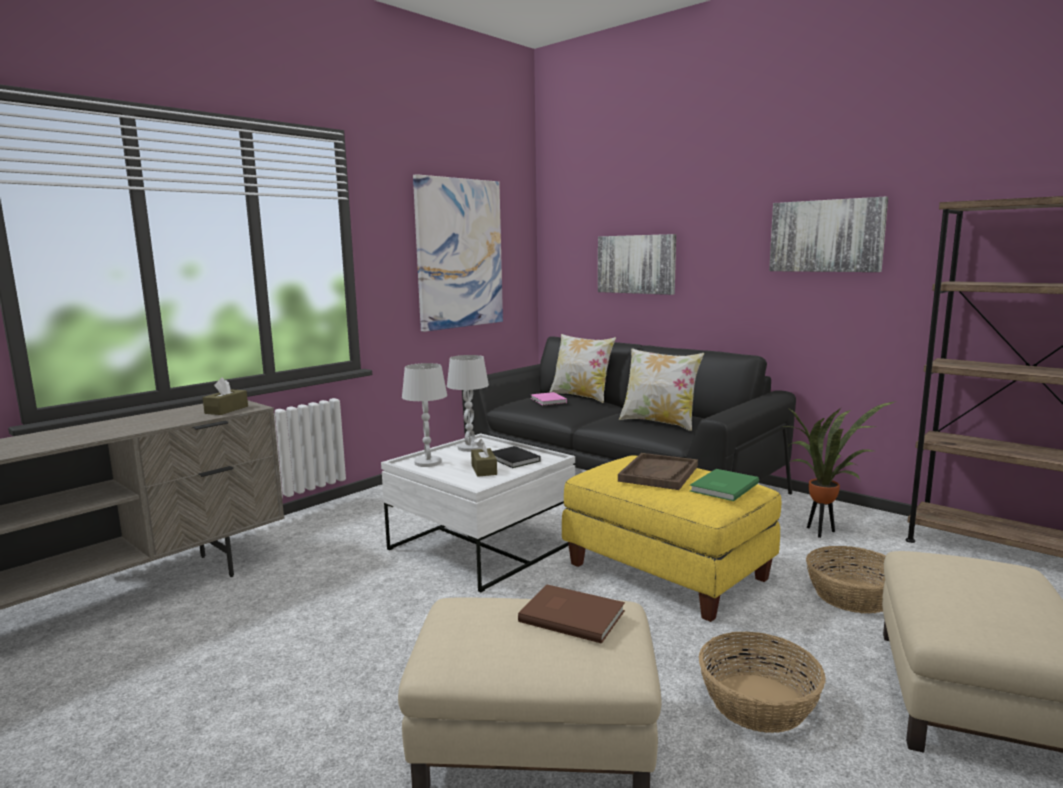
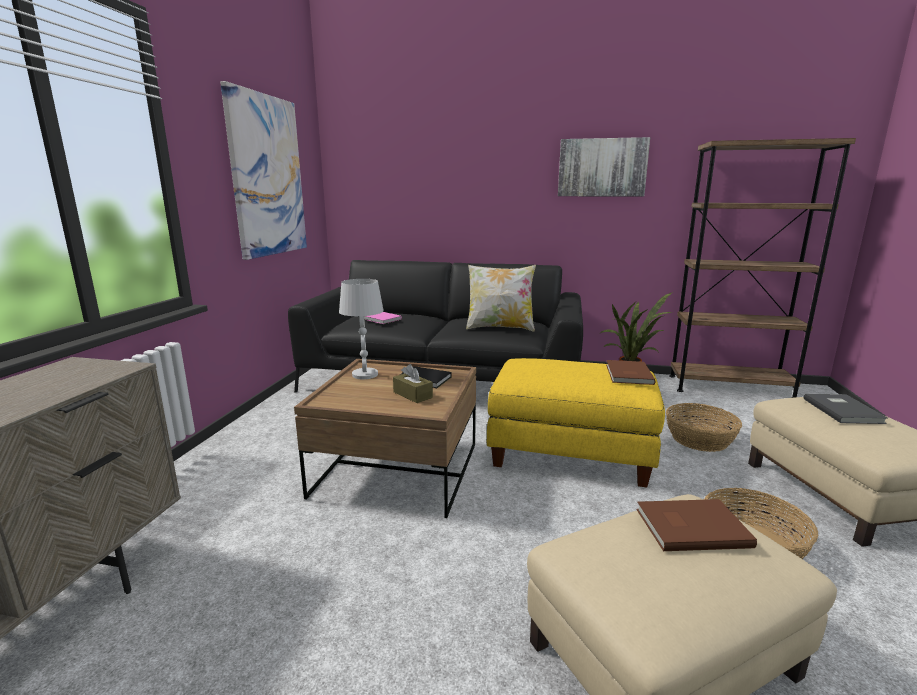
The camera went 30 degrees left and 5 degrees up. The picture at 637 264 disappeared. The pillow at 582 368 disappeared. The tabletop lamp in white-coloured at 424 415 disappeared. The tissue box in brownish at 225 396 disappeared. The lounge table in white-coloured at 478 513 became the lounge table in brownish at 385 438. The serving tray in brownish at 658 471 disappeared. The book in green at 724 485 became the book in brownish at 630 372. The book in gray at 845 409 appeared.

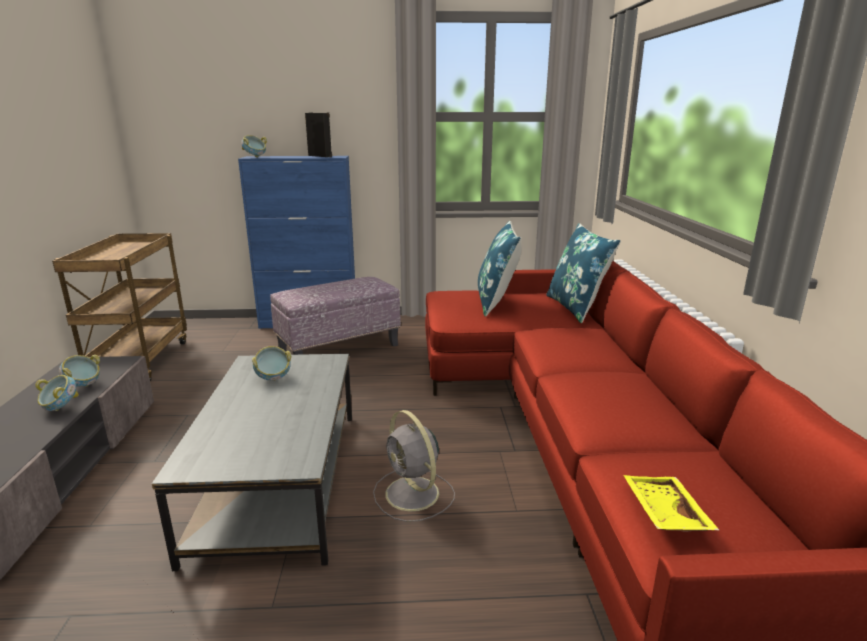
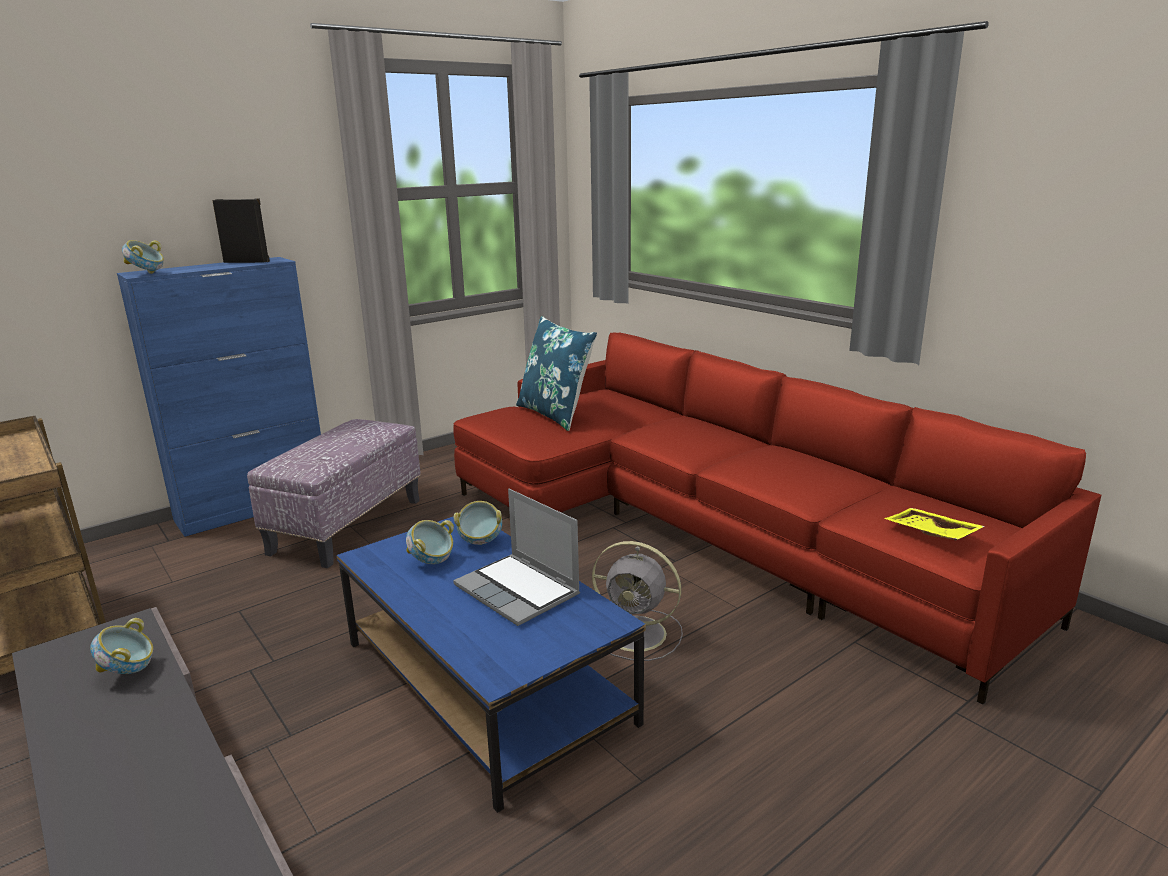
The camera went 35 degrees left and 0 degrees up. The pillow in blue-coloured at 583 273 disappeared. The lounge table in gray at 252 462 became the lounge table in blue-coloured at 491 664. The deep dish moved from 57 393 to 478 523. The laptop at 516 557 appeared.

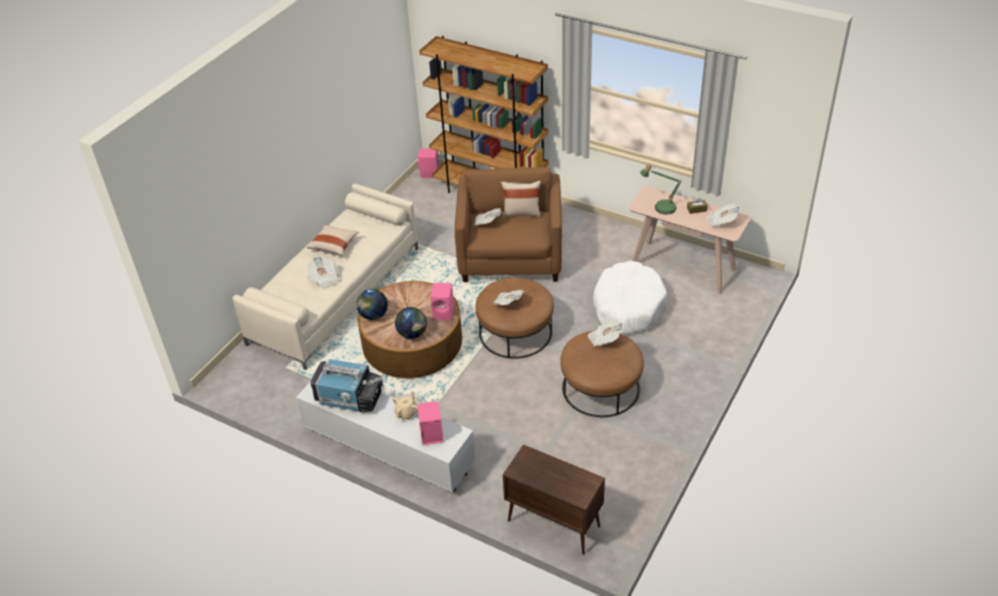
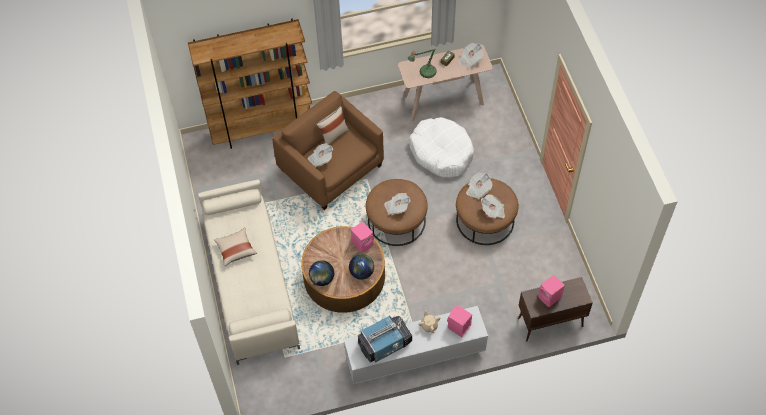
The camera went 45 degrees left and 15 degrees up. The speaker in pink moved from 428 163 to 551 291. The newspaper moved from 323 273 to 493 206.

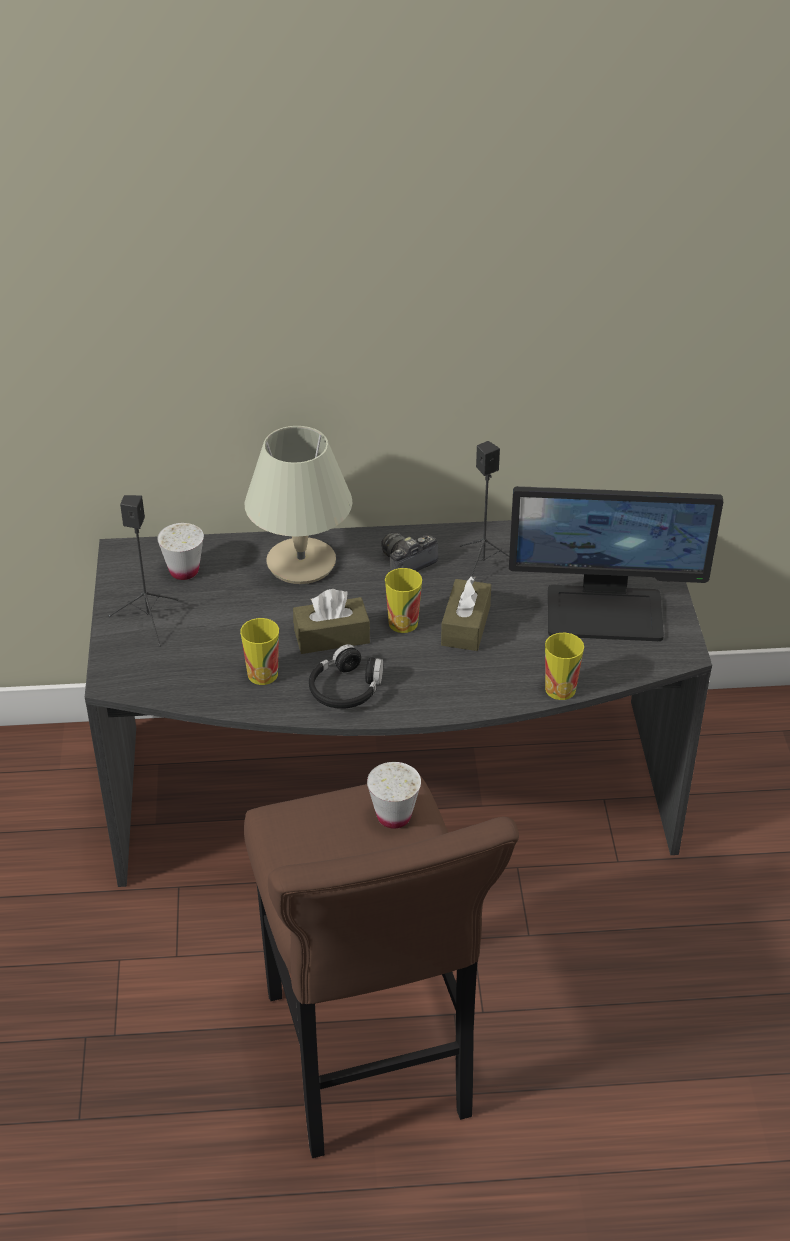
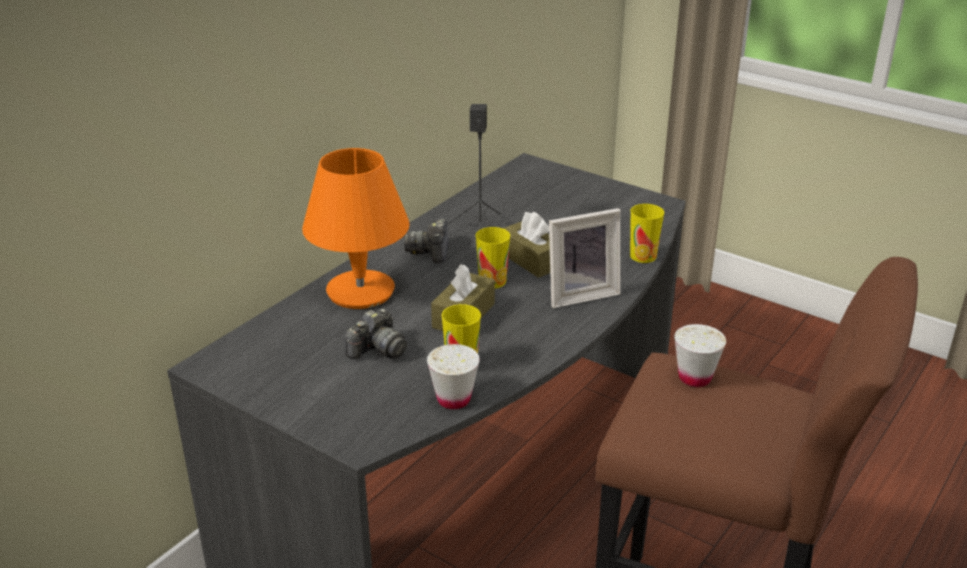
The camera went 50 degrees left and 10 degrees down. The tabletop lamp in sand-coloured at 299 505 became the tabletop lamp in orangey at 356 228. The monitor at 616 563 disappeared. The speaker in black at 143 571 disappeared. The small cup in white-coloured moved from 180 551 to 453 376. The pair of headphones in black at 346 676 disappeared. The standing frame at 585 258 appeared. The photo camera at 375 334 appeared.

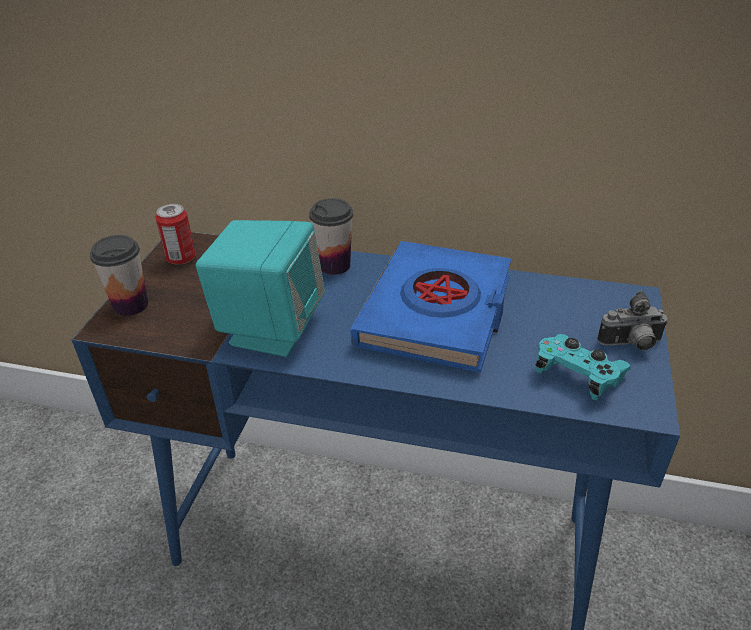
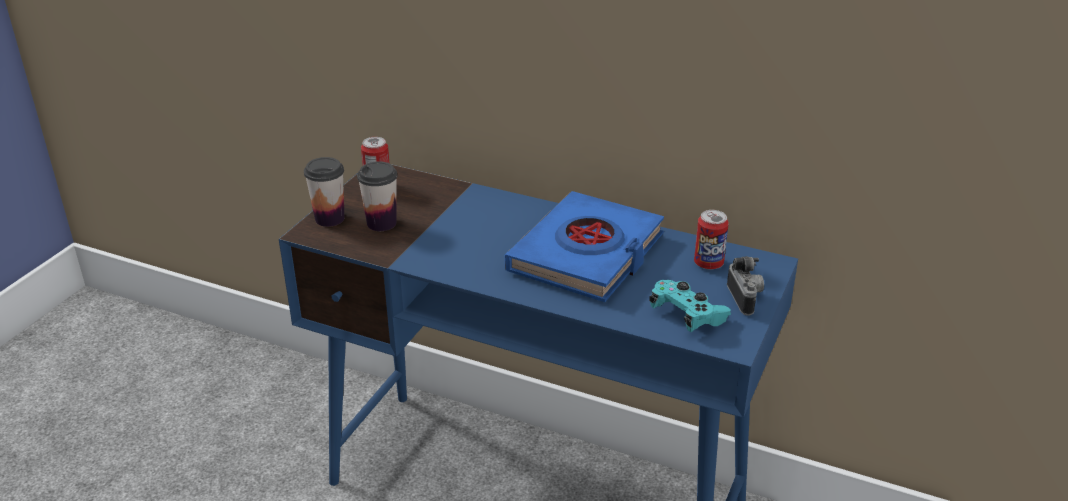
The camera went 10 degrees right and 5 degrees down. The small cup moved from 331 236 to 377 196. The speaker in turquoise-coloured at 260 288 disappeared. The photo camera at 632 320 turned 105 degrees counterclockwise. The metal can at 711 240 appeared.

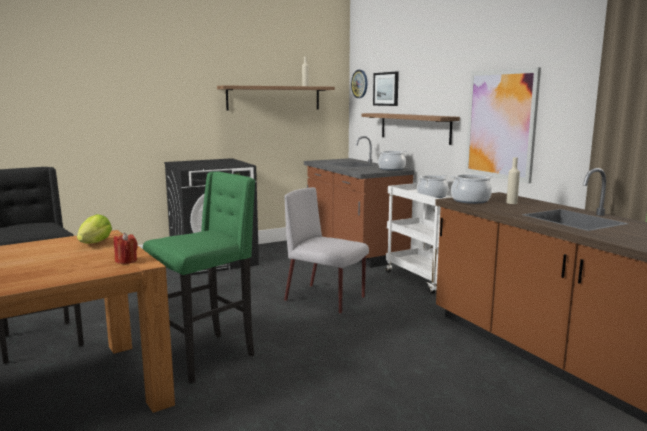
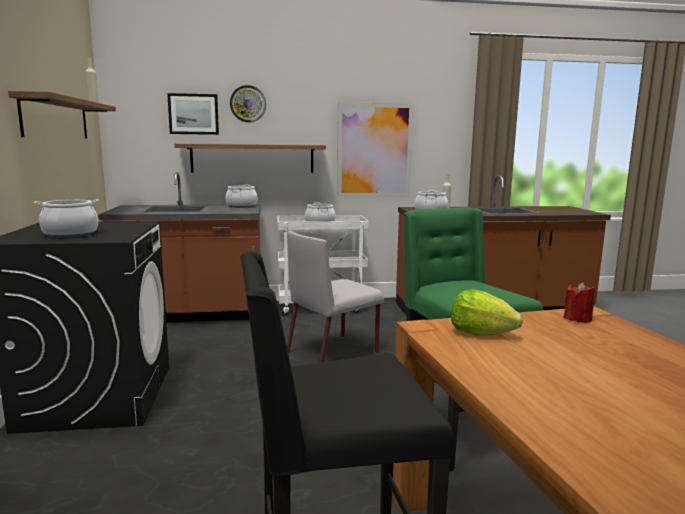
The camera went 70 degrees left and 0 degrees up. The hanging clock moved from 359 84 to 248 104. The stockpot at 66 218 appeared.

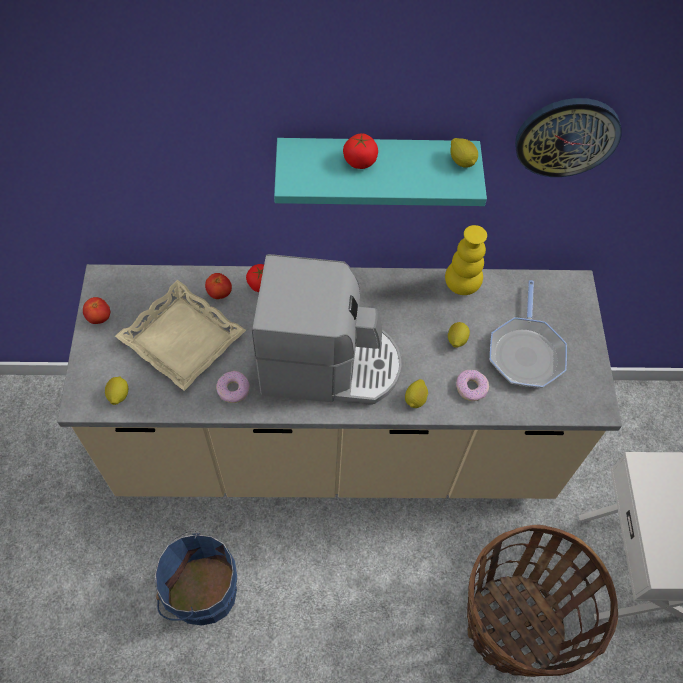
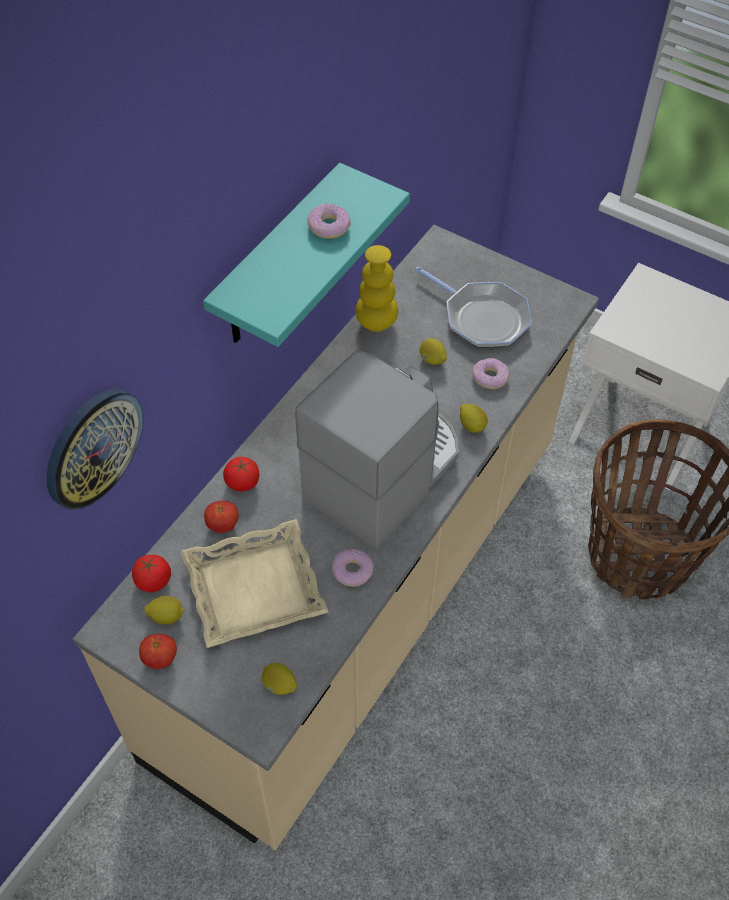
The camera went 55 degrees left and 5 degrees down. The hanging clock moved from 568 137 to 95 449. The whole tomato moved from 360 151 to 151 573. The citrus fruit moved from 464 153 to 164 610. The water bucket in blue-coloured at 196 578 disappeared. The doughnut at 329 221 appeared.

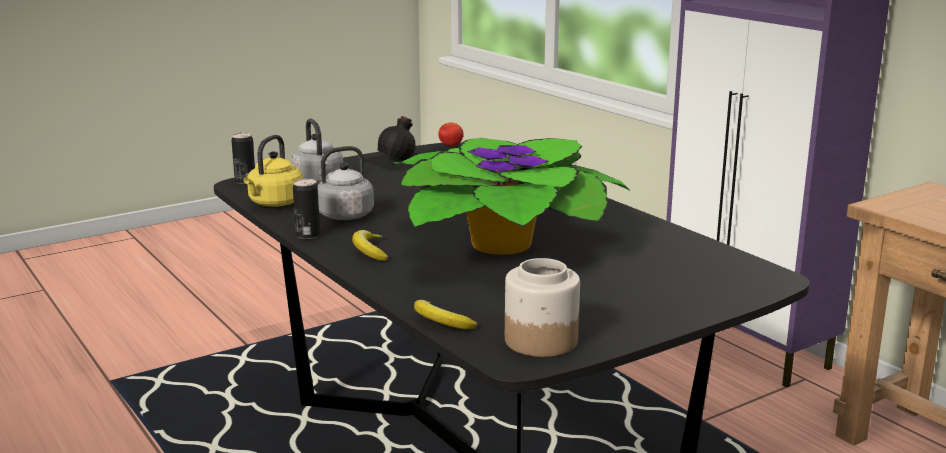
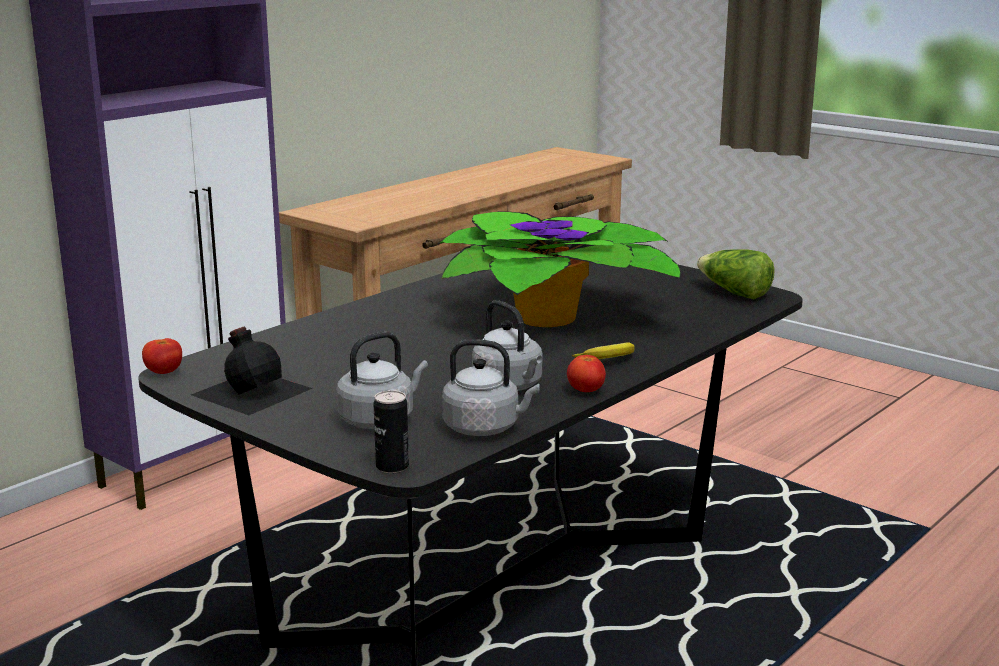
The camera went 105 degrees left and 0 degrees up. The tea kettle in yellow at 273 171 became the tea kettle in gray at 490 387. The metal can at 306 209 was replaced by the whole tomato at 586 373. The preserve jar at 542 307 was replaced by the head of lettuce at 736 274. The banana at 446 314 disappeared.

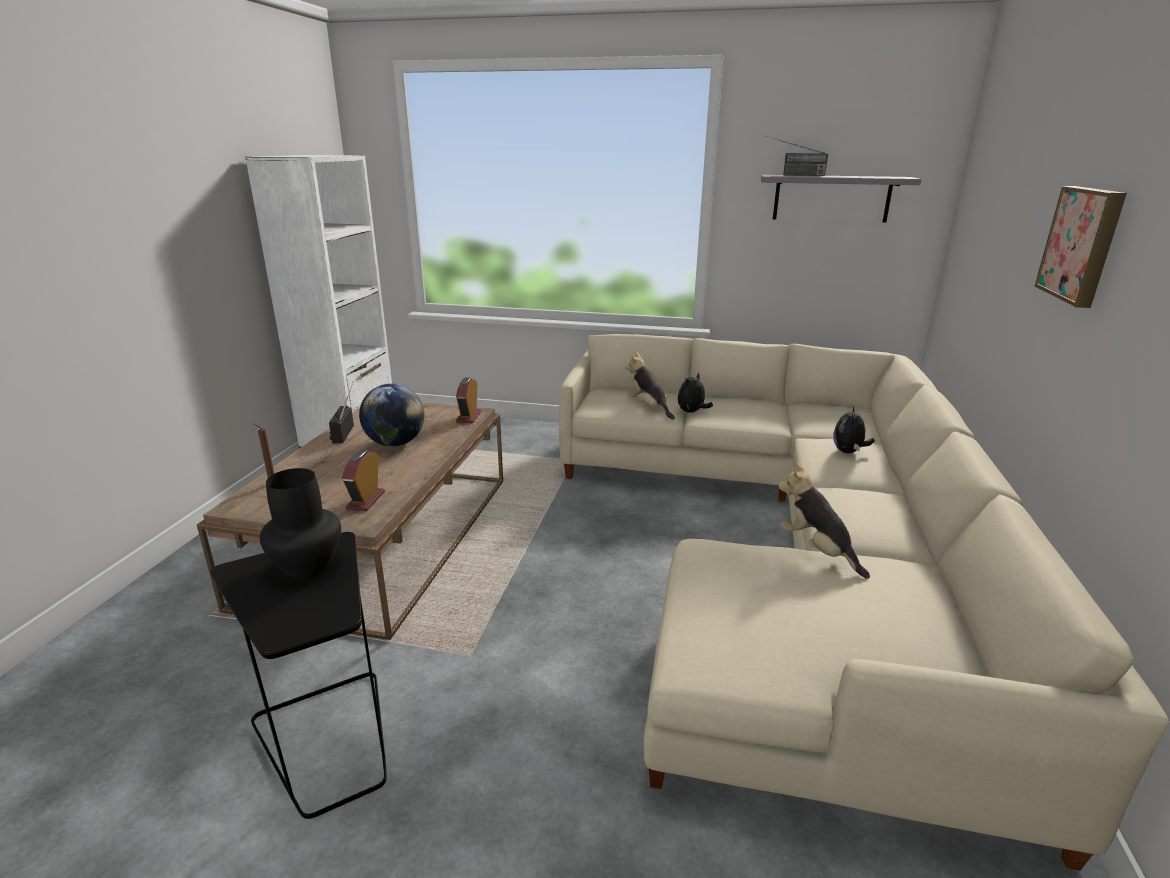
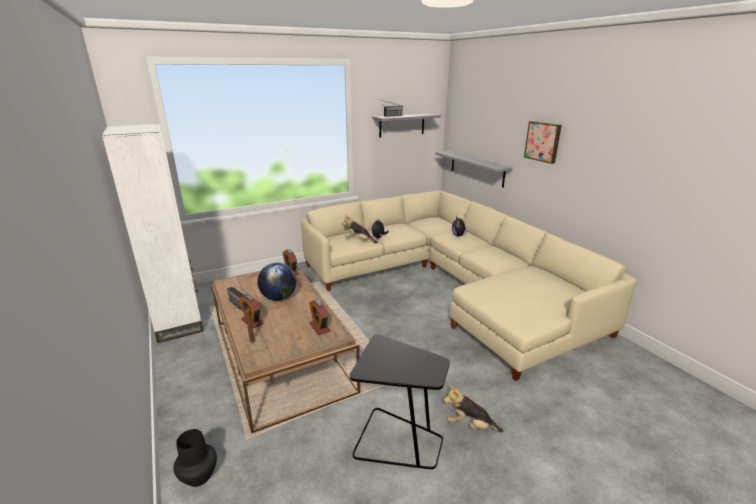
The camera went 40 degrees left and 0 degrees up. The cuddly toy moved from 824 521 to 473 408. The decorative vase in black moved from 300 523 to 195 458. The shelf in gray at 473 169 appeared. The bedside clock at 251 311 appeared.

